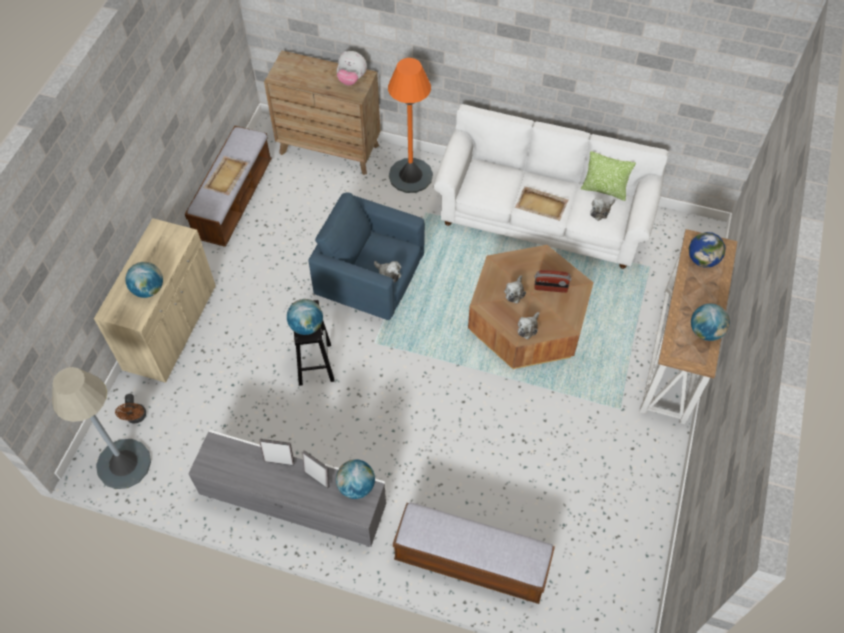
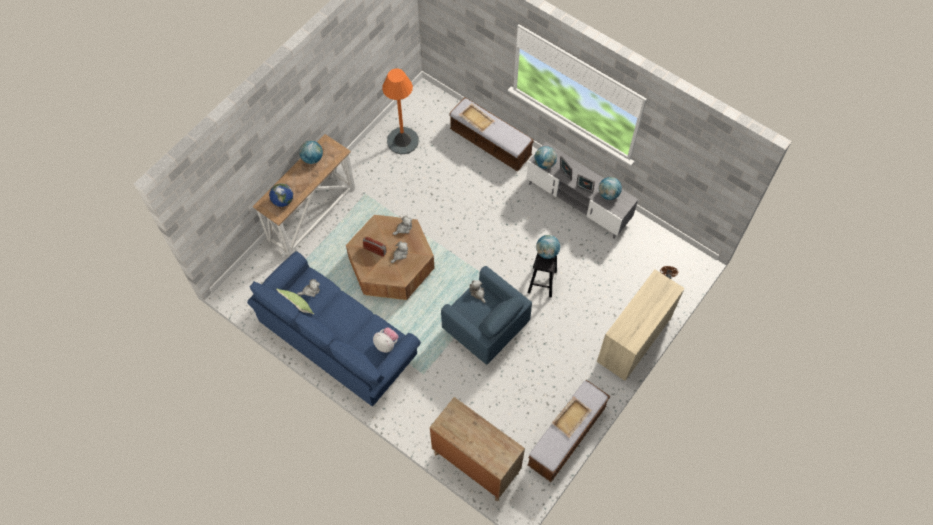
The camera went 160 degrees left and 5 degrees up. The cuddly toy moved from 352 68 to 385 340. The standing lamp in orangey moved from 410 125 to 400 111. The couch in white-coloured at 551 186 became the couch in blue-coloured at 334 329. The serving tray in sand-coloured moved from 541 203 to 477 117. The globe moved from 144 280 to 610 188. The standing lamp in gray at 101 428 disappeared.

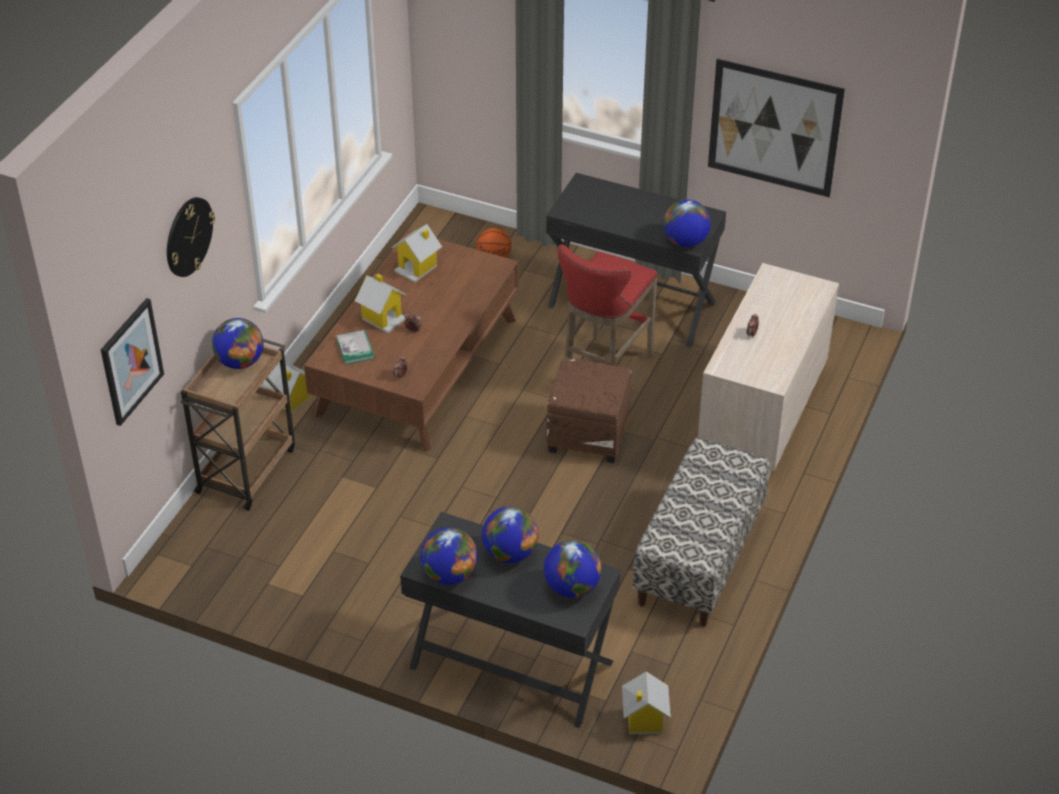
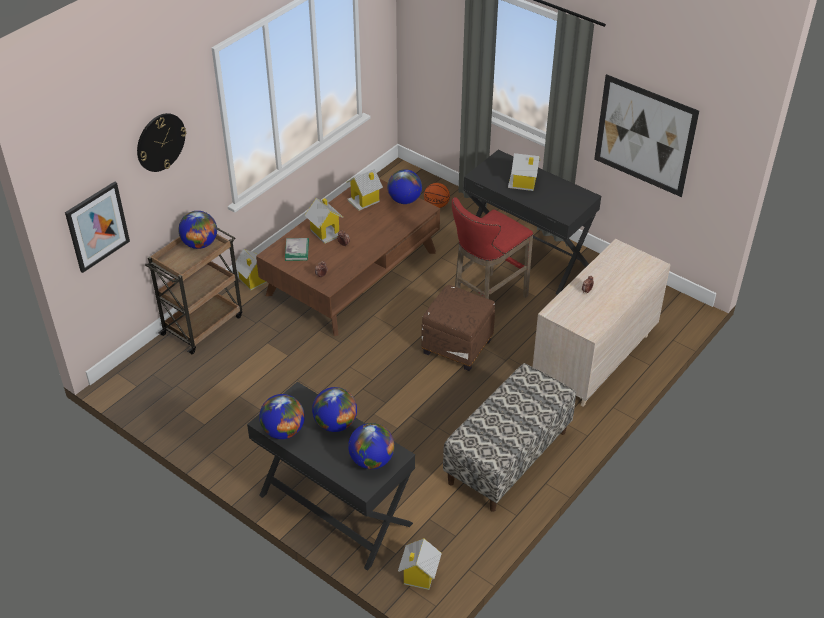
The camera went 15 degrees right and 0 degrees up. The globe moved from 687 223 to 404 186. The miniature house at 524 172 appeared.

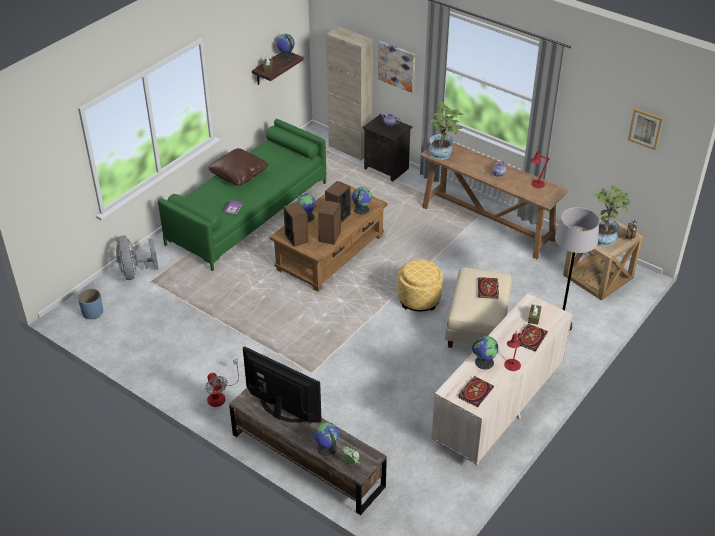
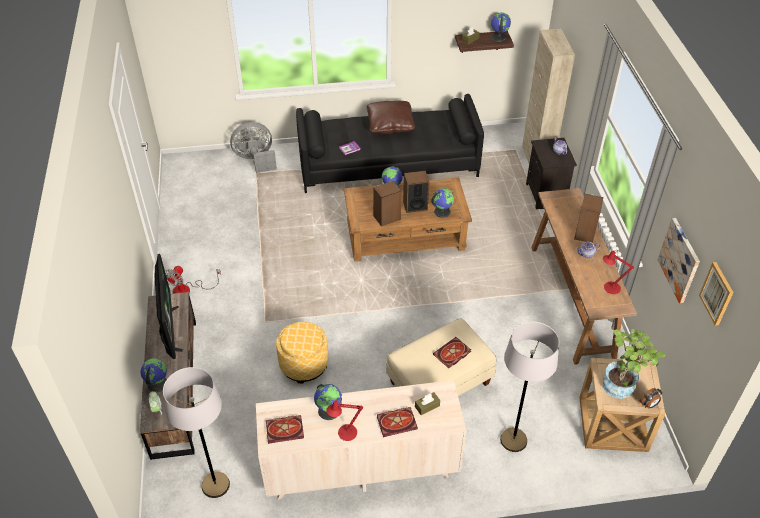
The camera went 45 degrees right and 5 degrees up. The picture moved from 396 66 to 679 261. The potted plant at 446 131 disappeared. The couch in green at 242 195 became the couch in black at 390 143. The speaker moved from 296 224 to 588 218. The cooling fan in gray at 137 257 turned 45 degrees clockwise. The footrest moved from 420 285 to 302 352. The planter in blue-coloured at 90 303 disappeared. The standing lamp in gray at 196 432 appeared.

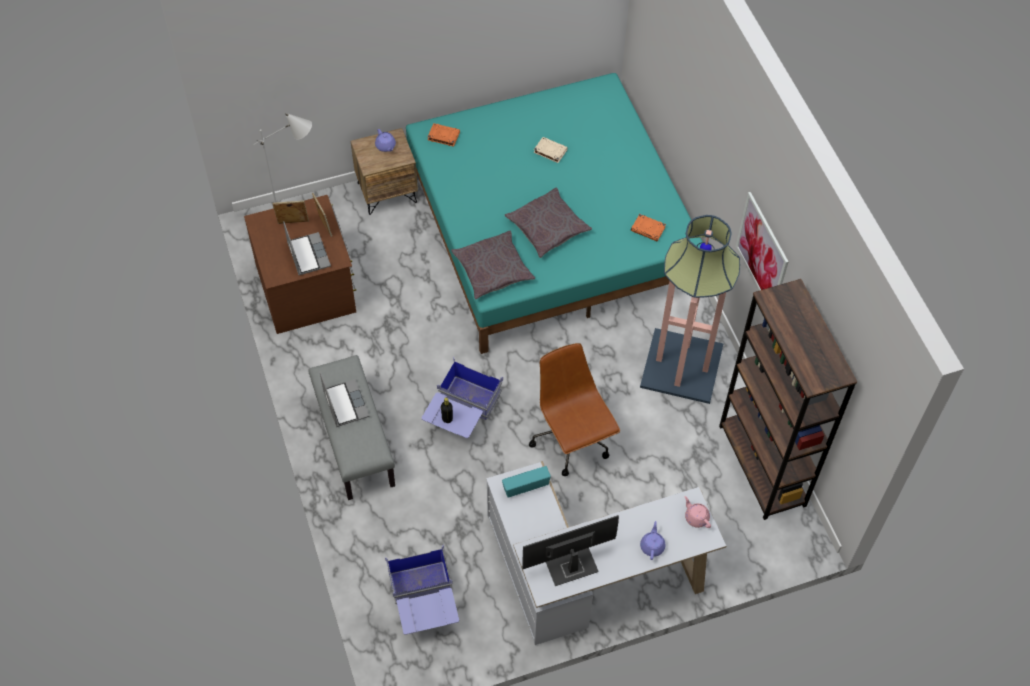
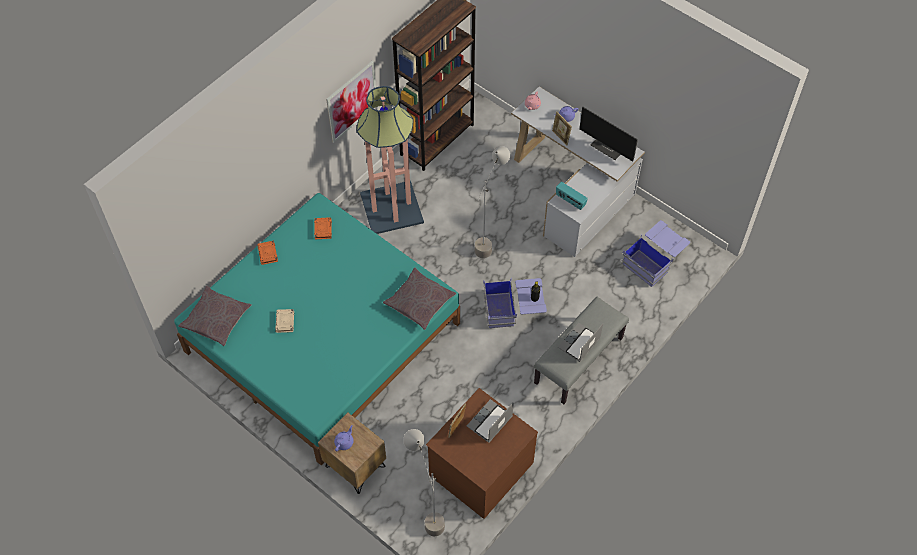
The camera went 120 degrees left and 0 degrees up. The book in orangey moved from 444 135 to 267 253. The pillow in gray moved from 548 222 to 215 316. The standing frame moved from 290 212 to 562 128. The office chair in brownish at 574 409 was replaced by the standing lamp in gray at 492 202.

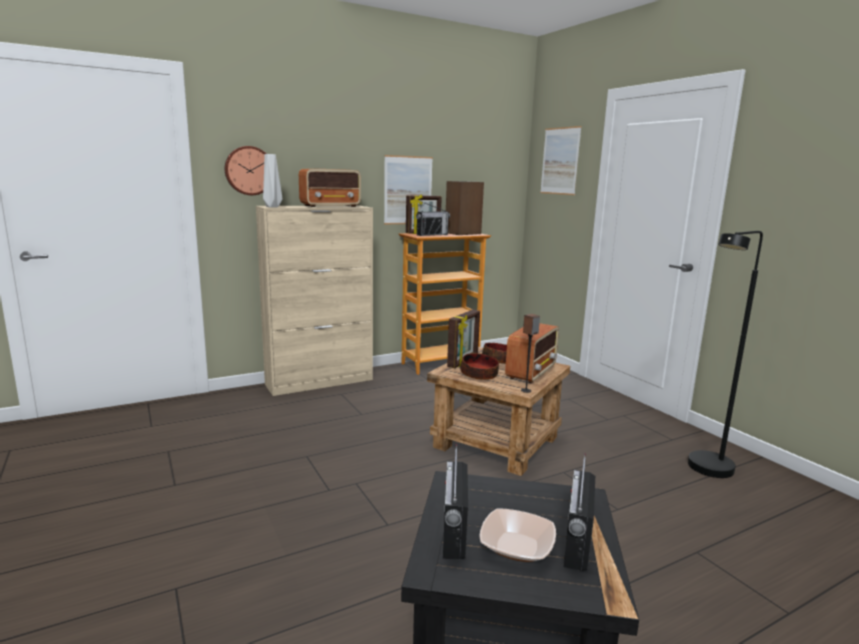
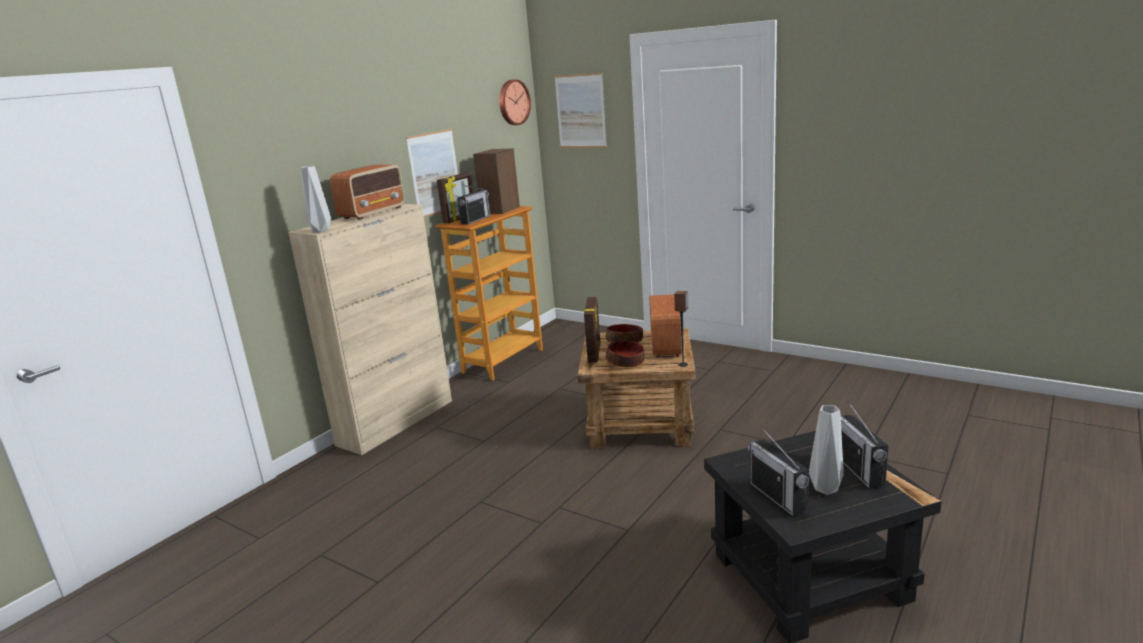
The camera went 25 degrees left and 5 degrees up. The hanging clock moved from 245 170 to 515 102. The standing lamp in black at 725 354 disappeared. The deep dish at 517 535 was replaced by the decorative vase in gray at 826 450.

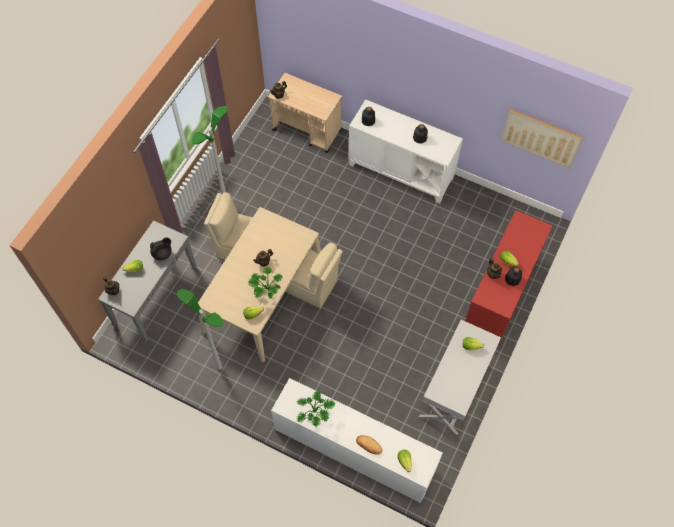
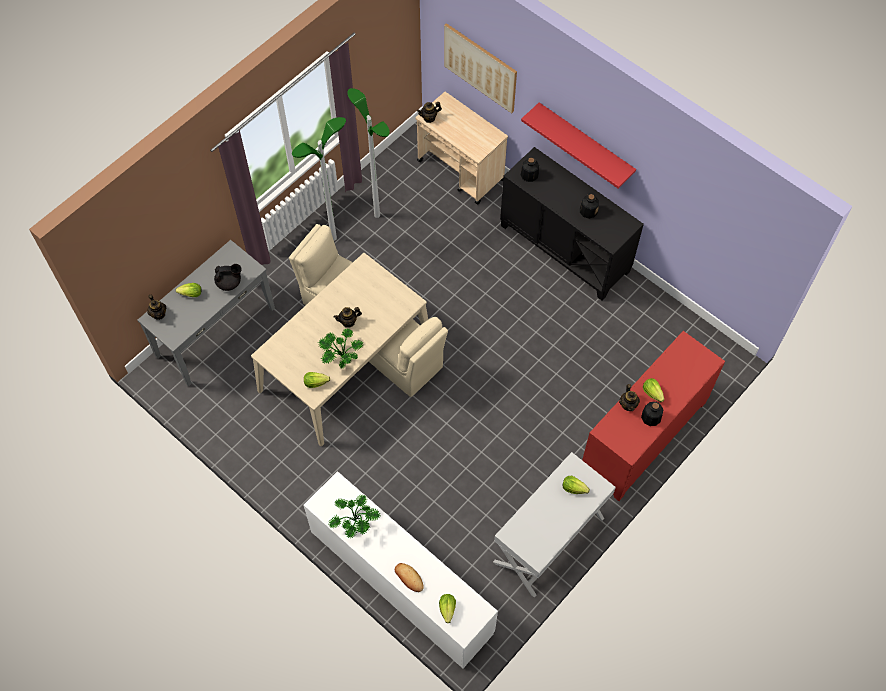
The camera went 15 degrees right and 0 degrees up. The cupboard in white-coloured at 405 151 became the cupboard in black at 572 223. The picture moved from 542 138 to 480 68. The standing lamp moved from 200 329 to 368 153. The shelf in reddish at 578 145 appeared.

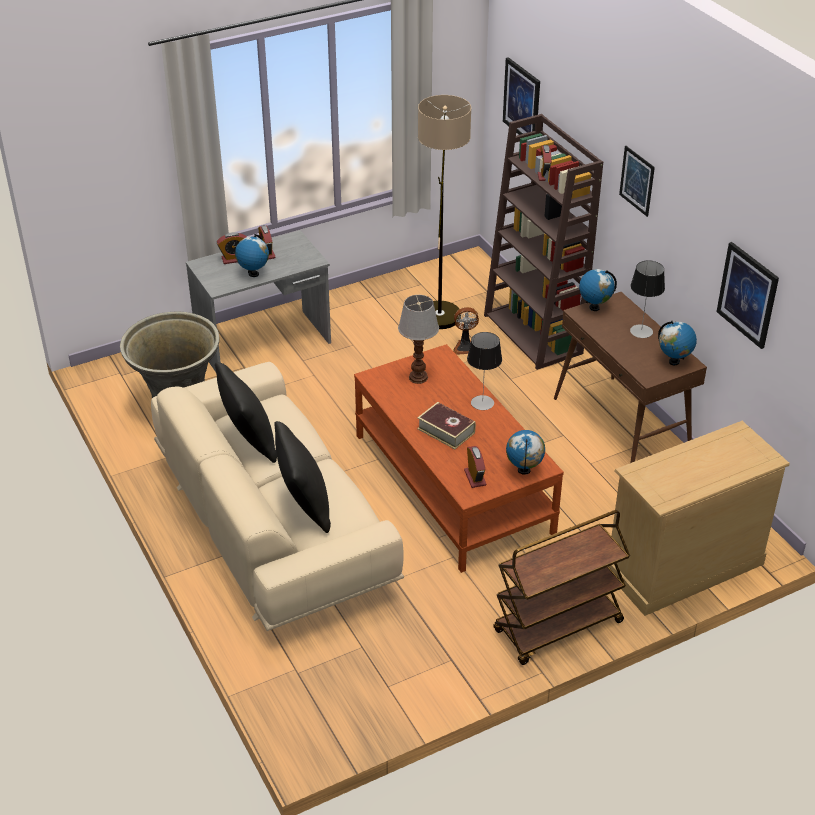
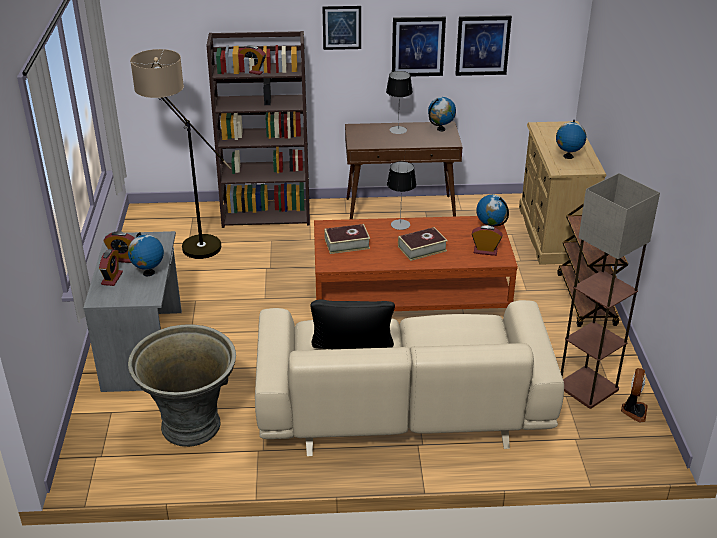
The camera went 65 degrees left and 5 degrees down. The picture moved from 521 96 to 419 46. The globe moved from 598 290 to 571 139. The tabletop lamp at 418 339 was replaced by the book at 347 239. The cooling fan moved from 466 331 to 634 395. The pillow in black at 302 477 disappeared. The standing lamp at 610 291 appeared.

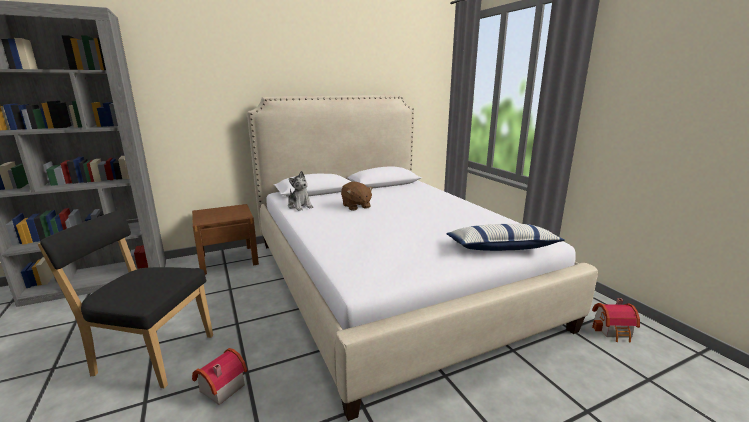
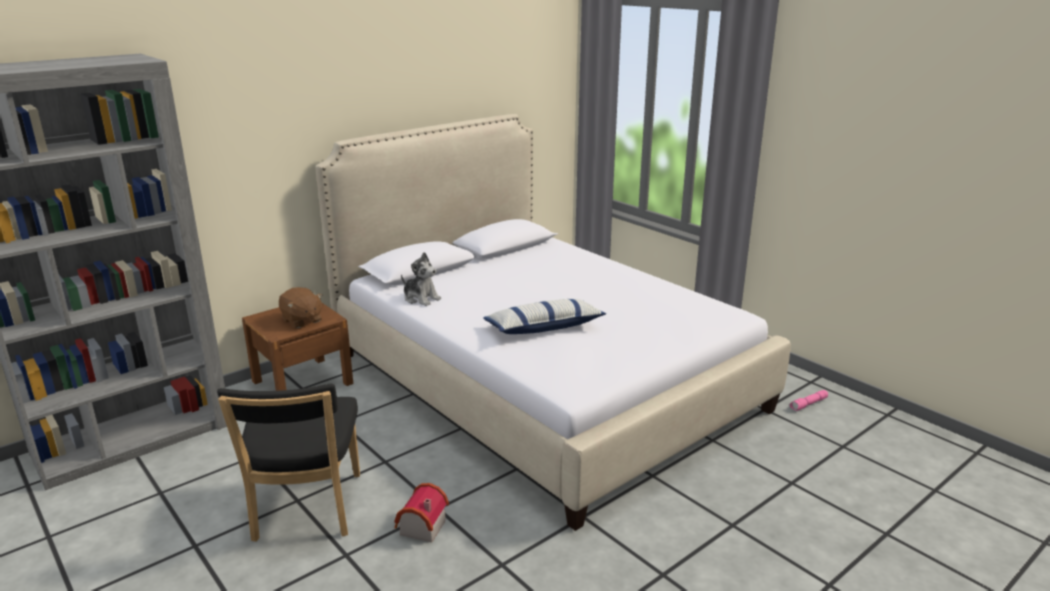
The camera went 15 degrees left and 5 degrees up. The cuddly toy in brownish moved from 357 196 to 301 307. The plain chair in black at 125 299 turned 90 degrees counterclockwise. The pillow moved from 505 237 to 544 316. The miniature house at 616 320 was replaced by the hand torch in pink at 809 400.

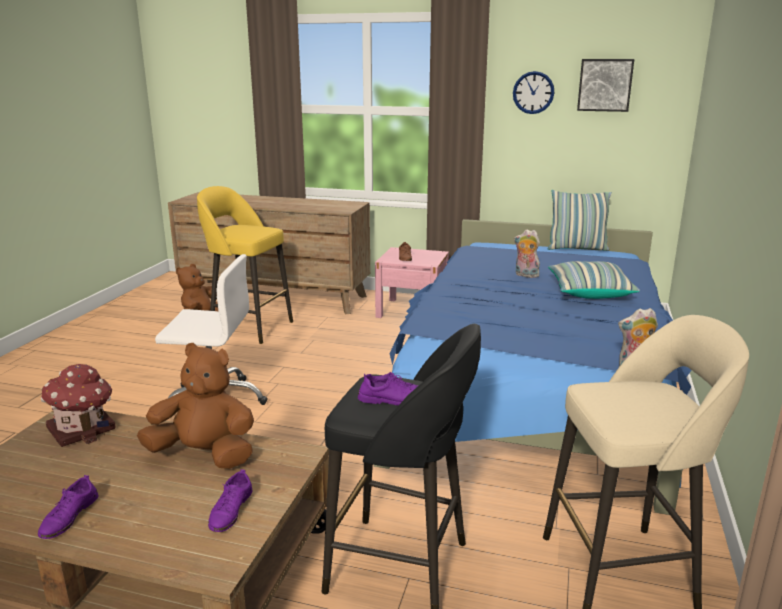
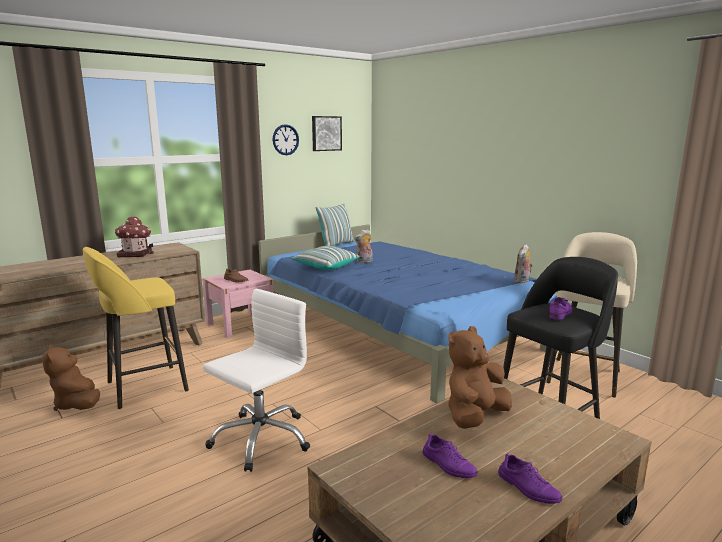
The camera went 55 degrees left and 5 degrees down. The pillow moved from 594 280 to 325 258. The miniature house moved from 78 405 to 134 236. The low shoe in purplish moved from 230 500 to 450 455.

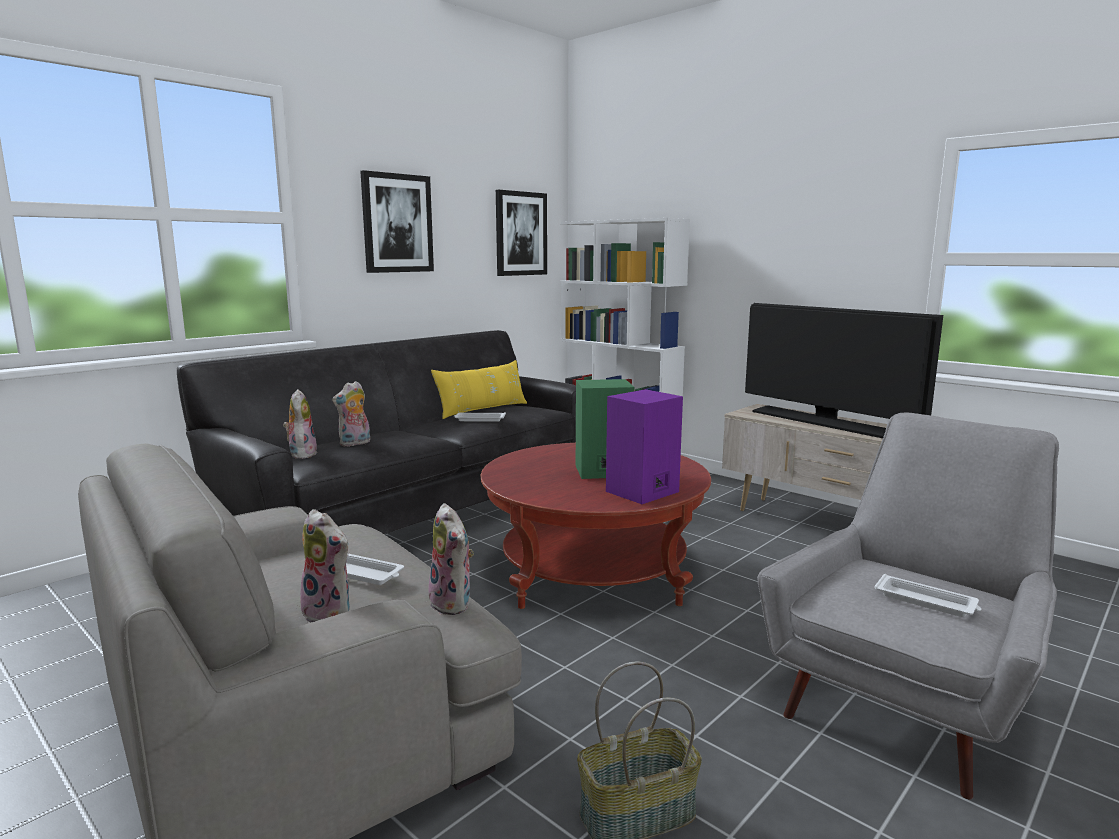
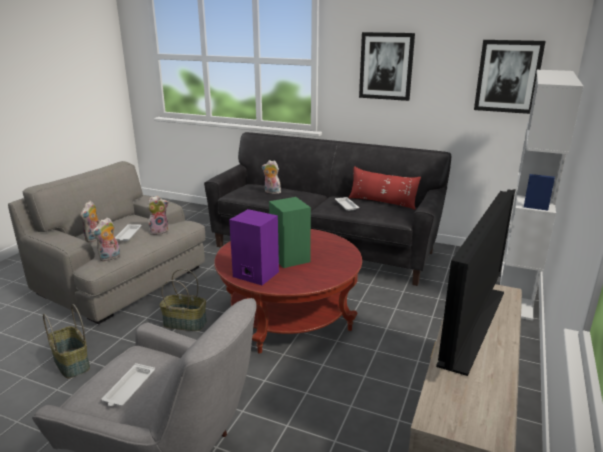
The camera went 70 degrees right and 10 degrees up. The pillow in yellow at 479 389 became the pillow in reddish at 385 188. The cuddly toy moved from 300 424 to 158 215. The basket at 183 300 appeared.

